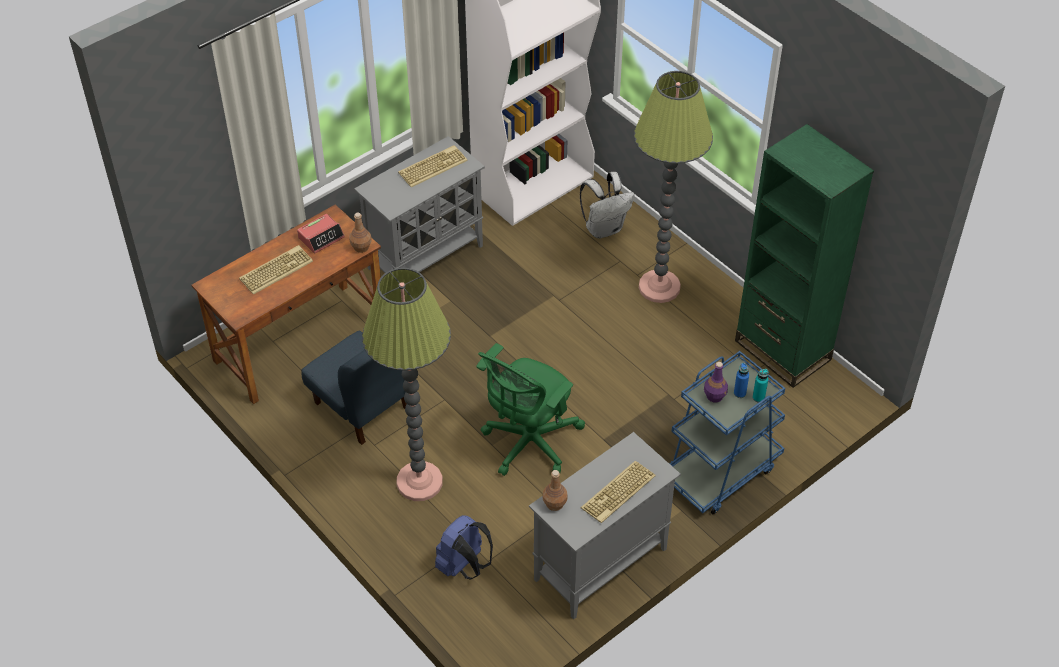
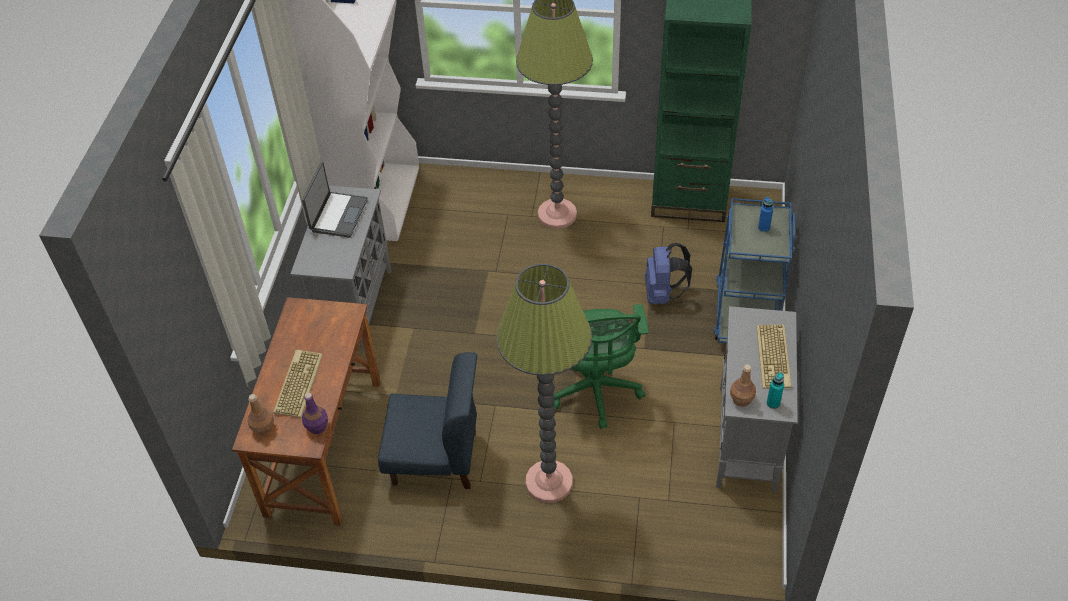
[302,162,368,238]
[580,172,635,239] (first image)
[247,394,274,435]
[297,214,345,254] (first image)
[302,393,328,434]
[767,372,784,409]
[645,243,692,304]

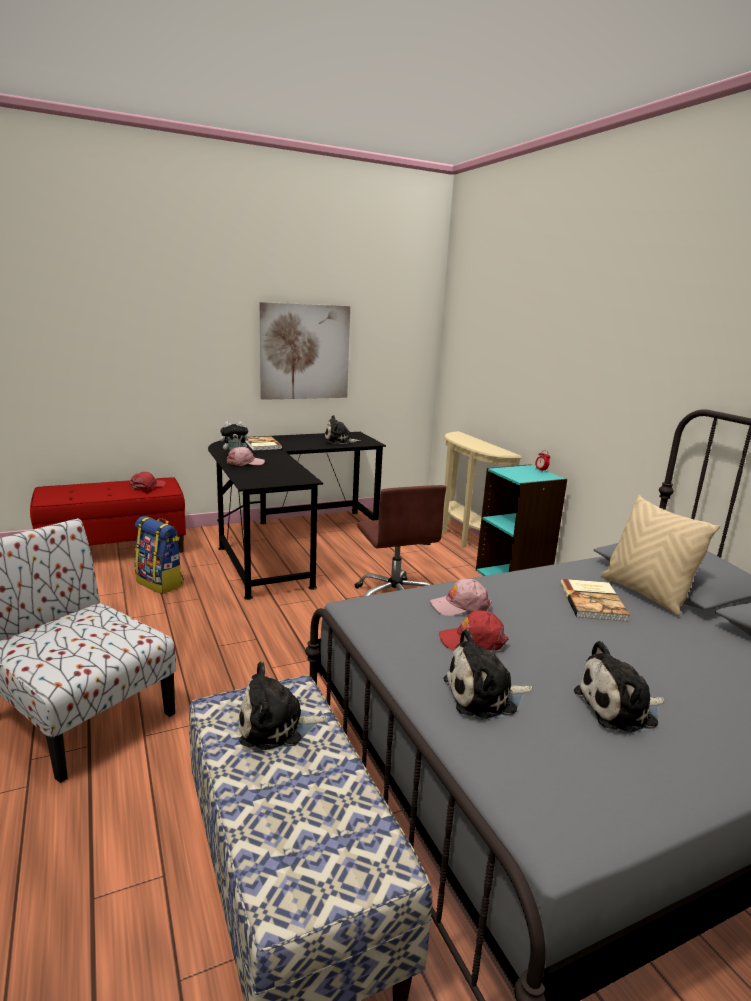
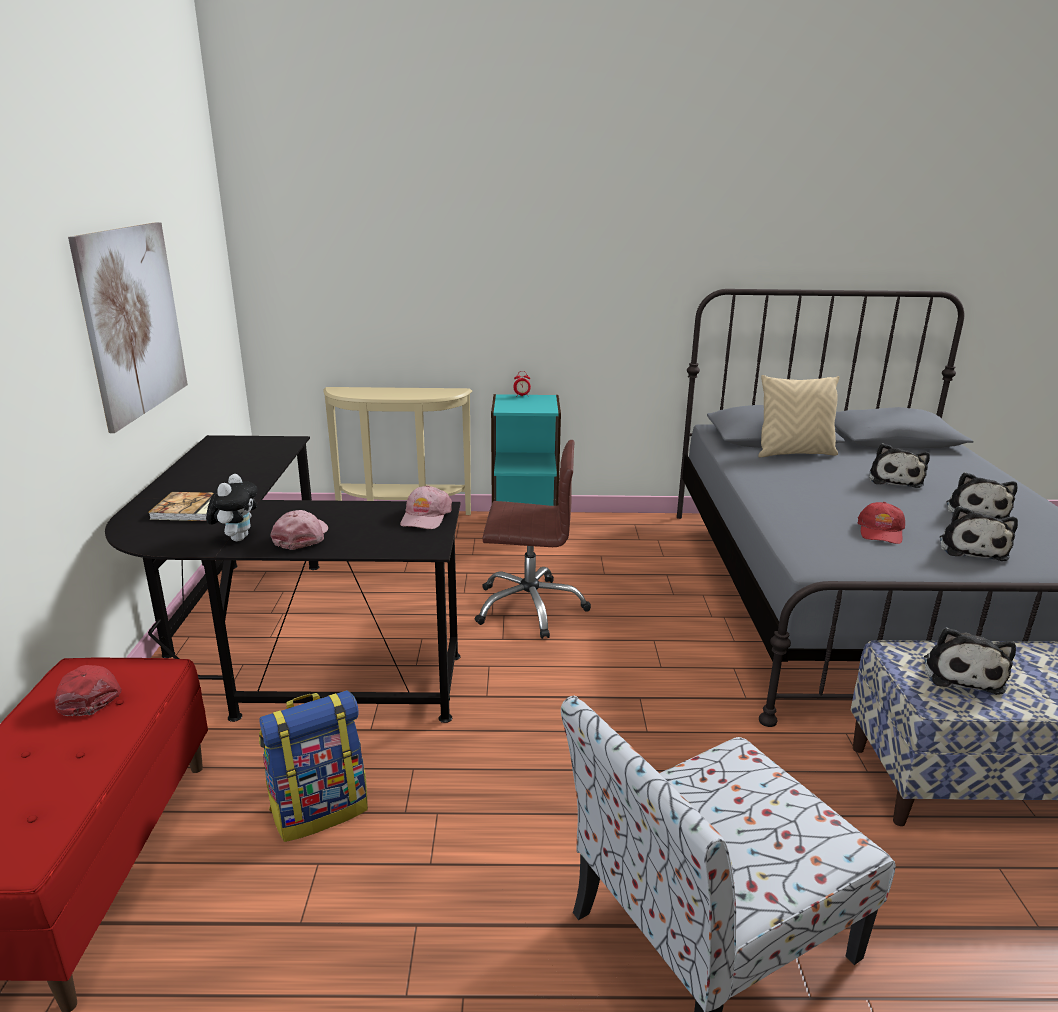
[869,443,930,488]
[400,485,452,529]
[560,579,630,622] (first image)

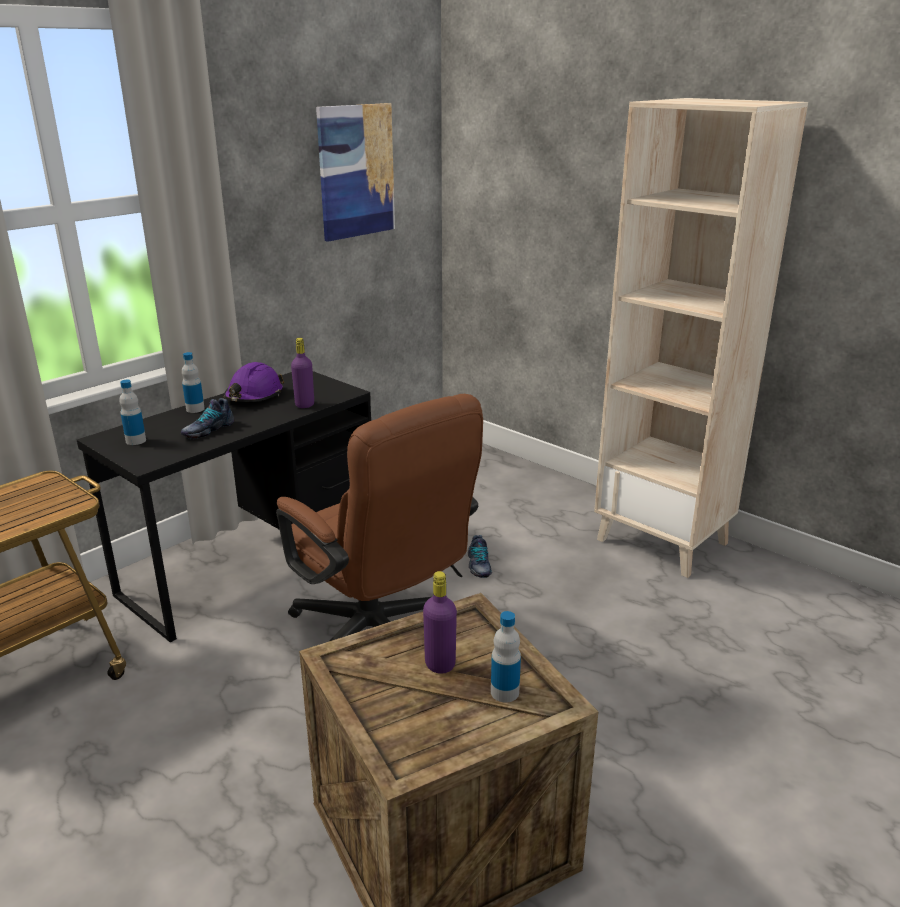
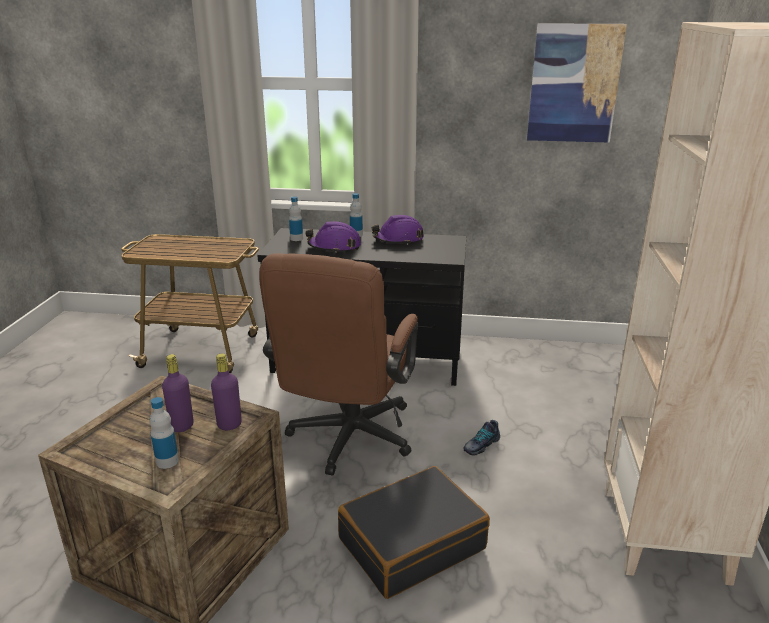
[211,353,242,430]
[305,221,361,253]
[338,466,490,599]

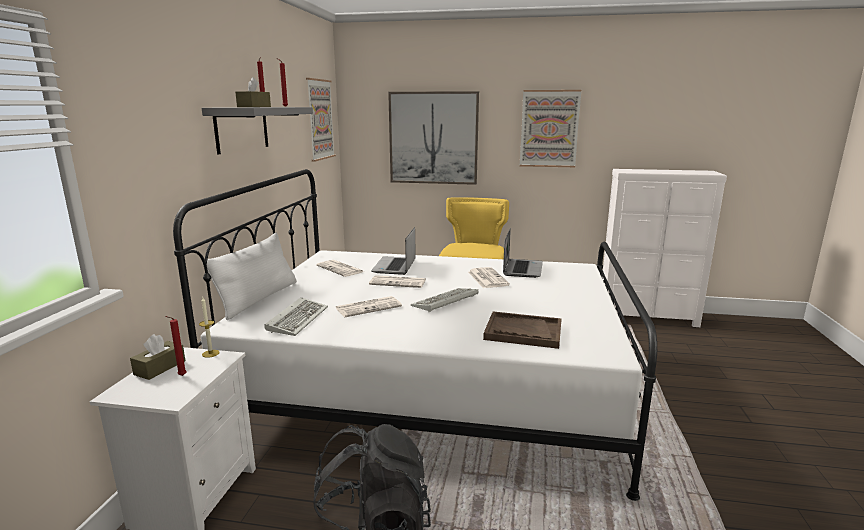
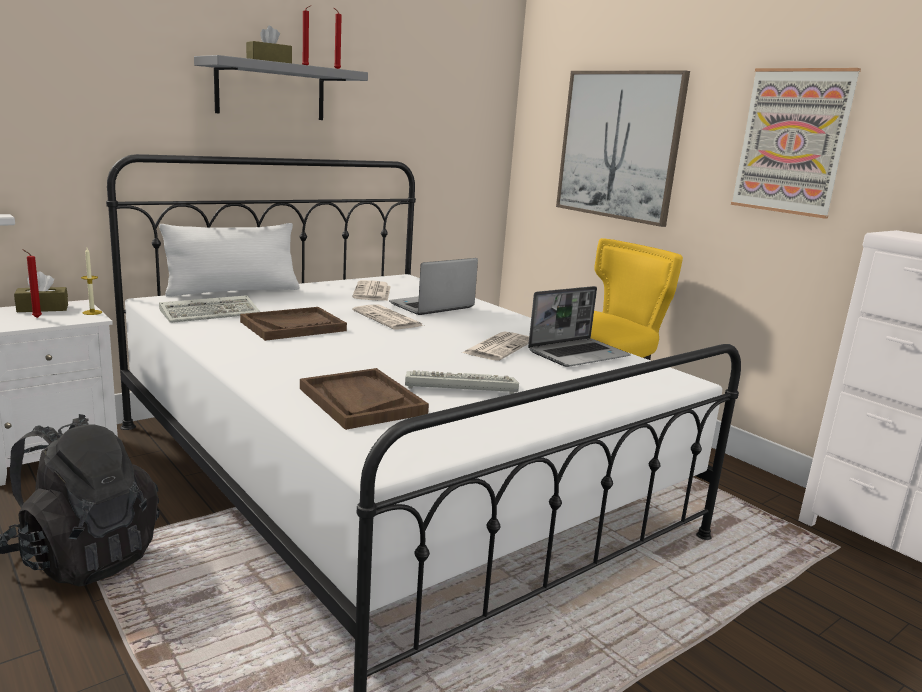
[306,78,336,162] (first image)
[405,370,519,394]
[240,307,347,341]

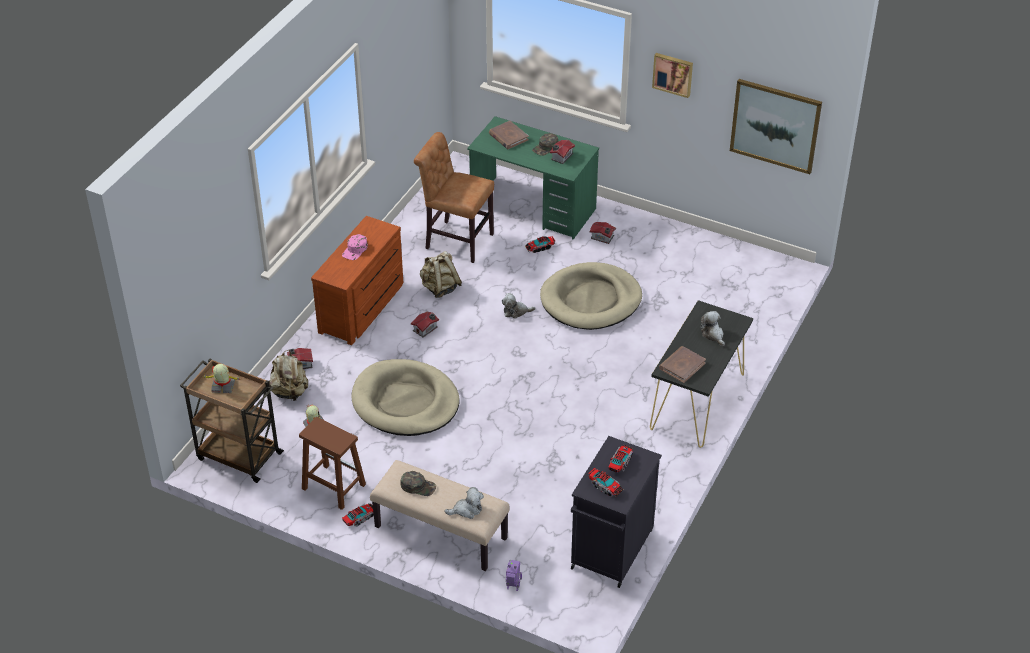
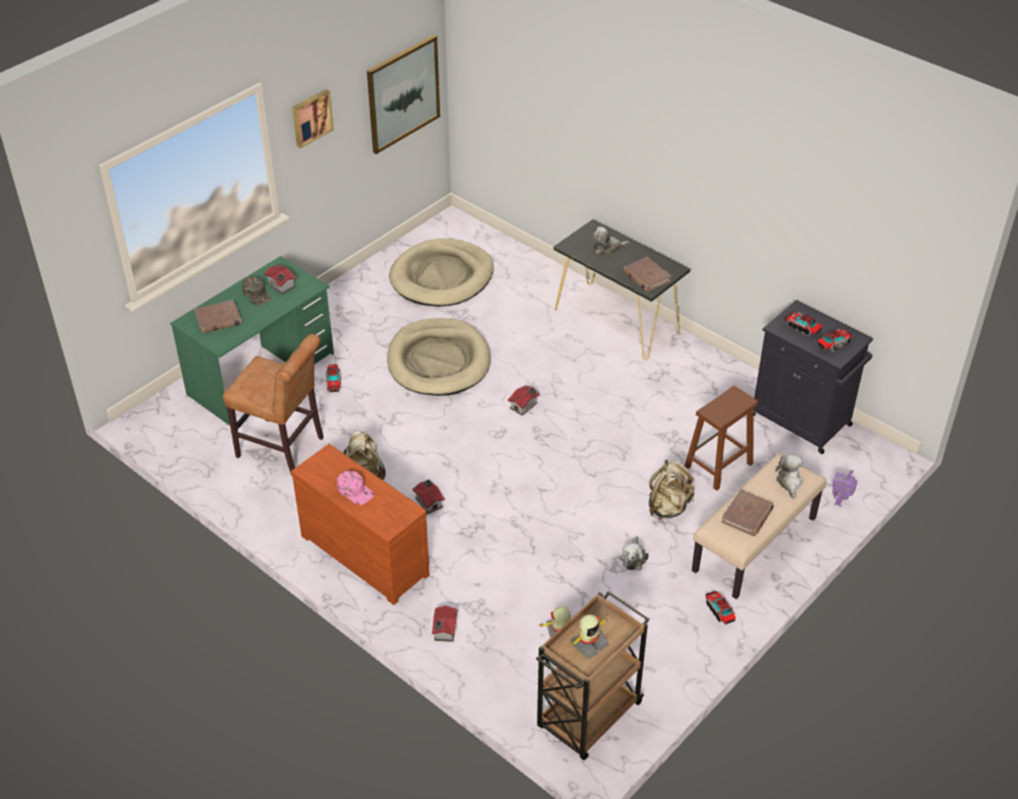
[223,334,324,473]
[508,386,540,416]
[619,536,649,571]
[649,460,695,520]
[389,238,494,306]
[568,614,609,659]
[685,386,758,491]
[721,490,774,536]

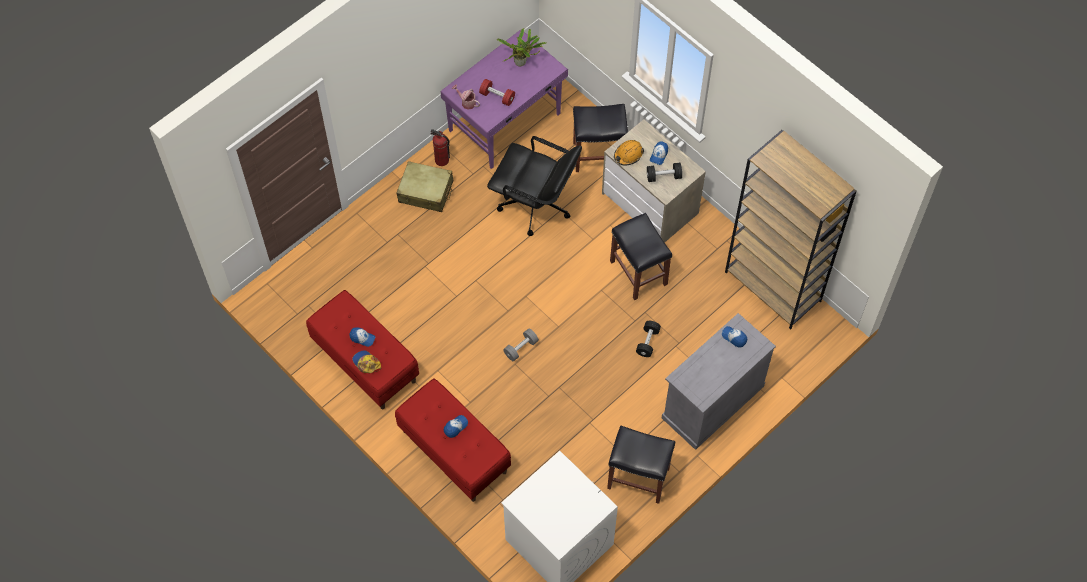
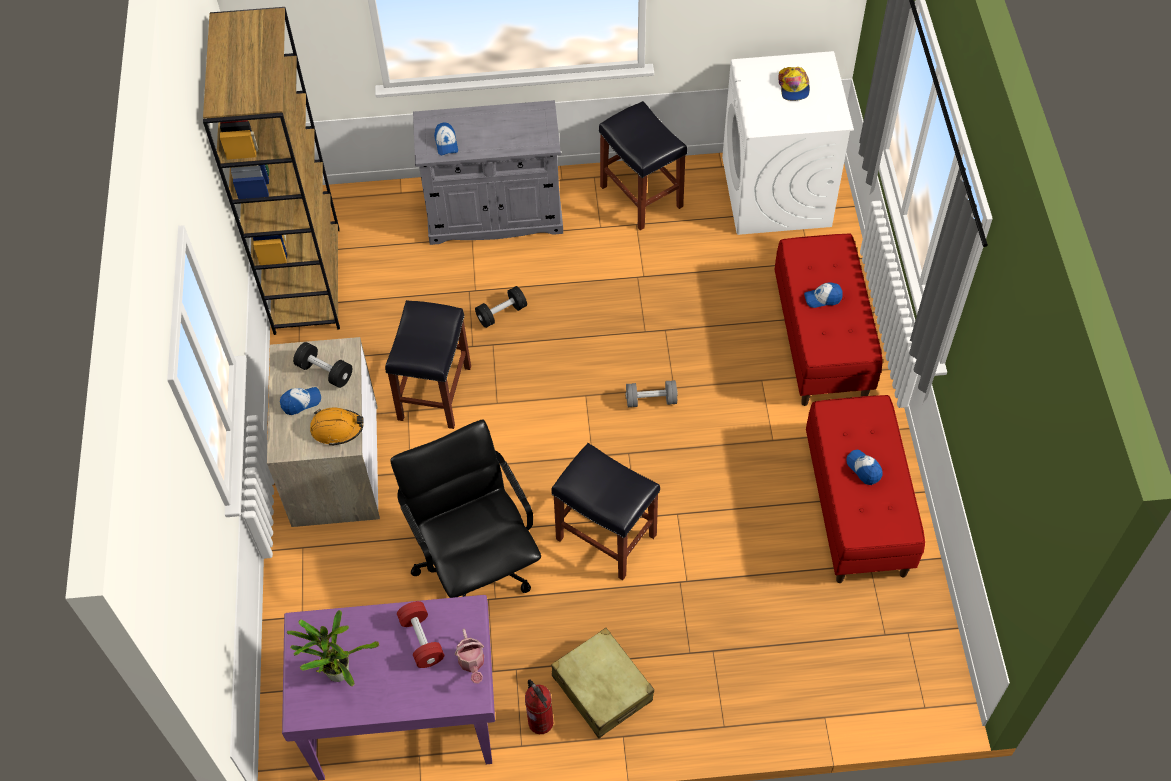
[551,443,660,580]
[778,67,810,101]

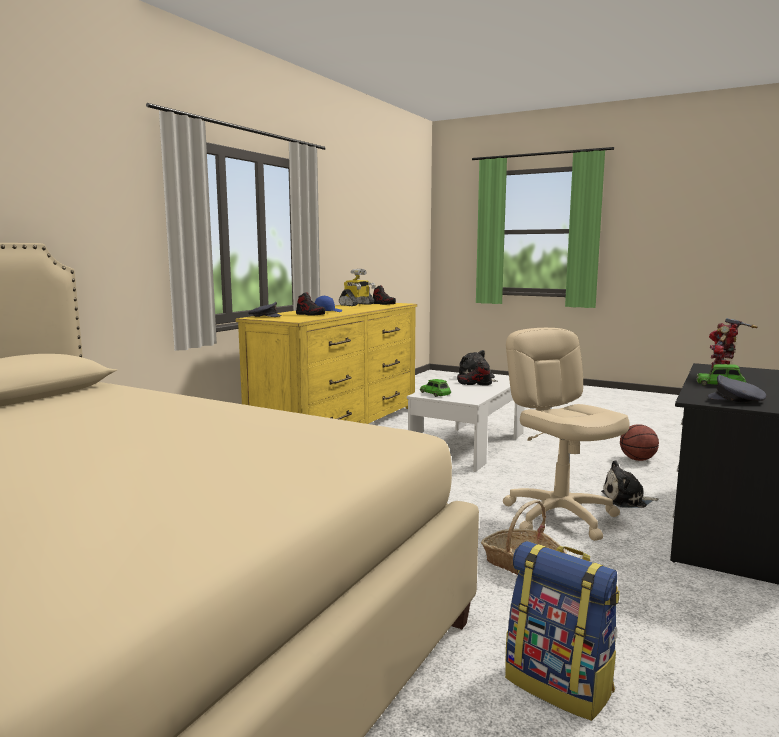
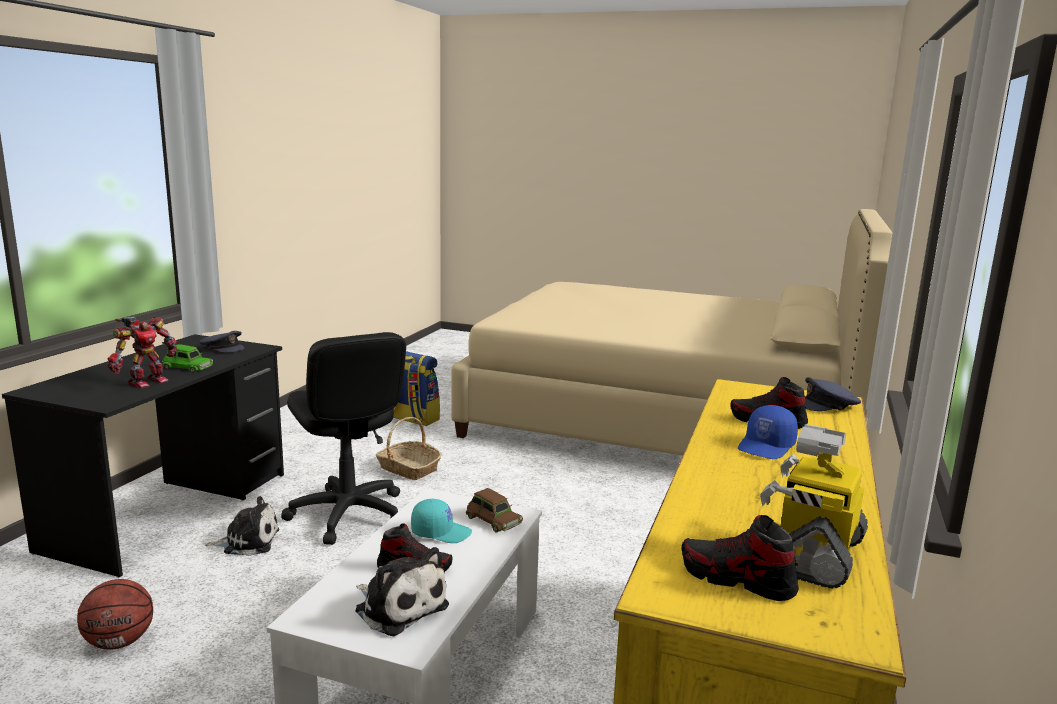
[281,332,406,545]
[466,488,523,533]
[411,499,472,543]

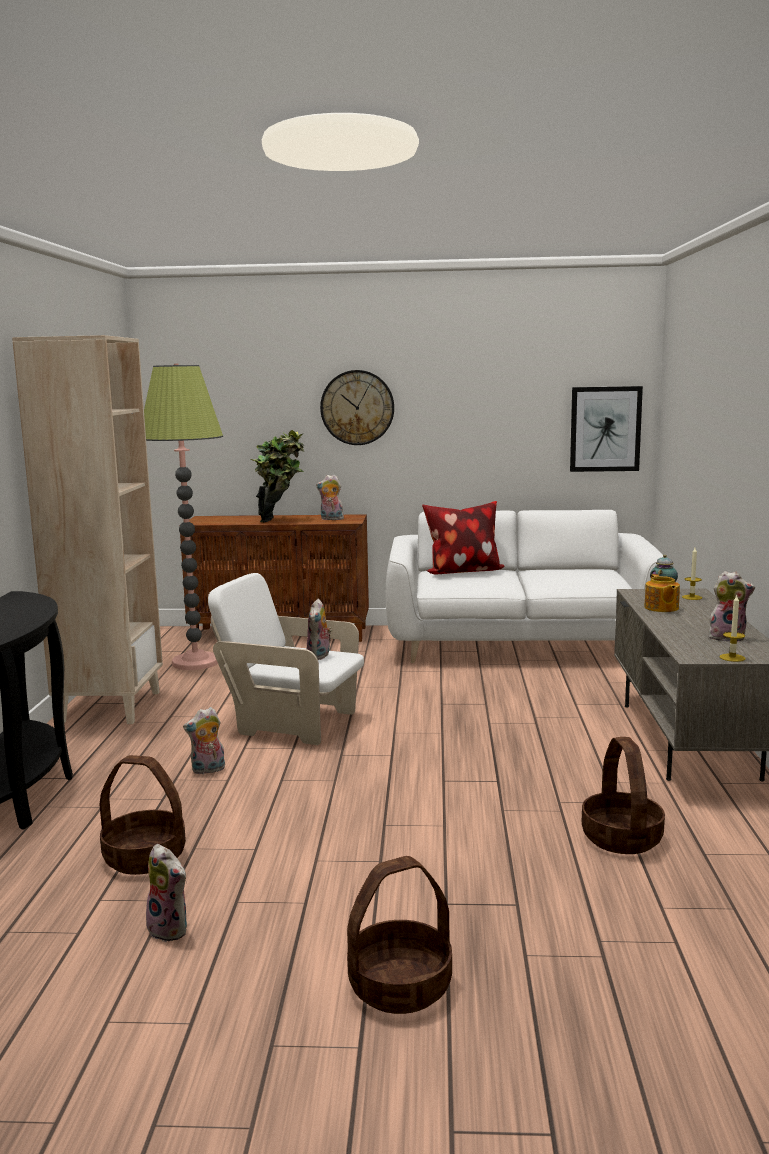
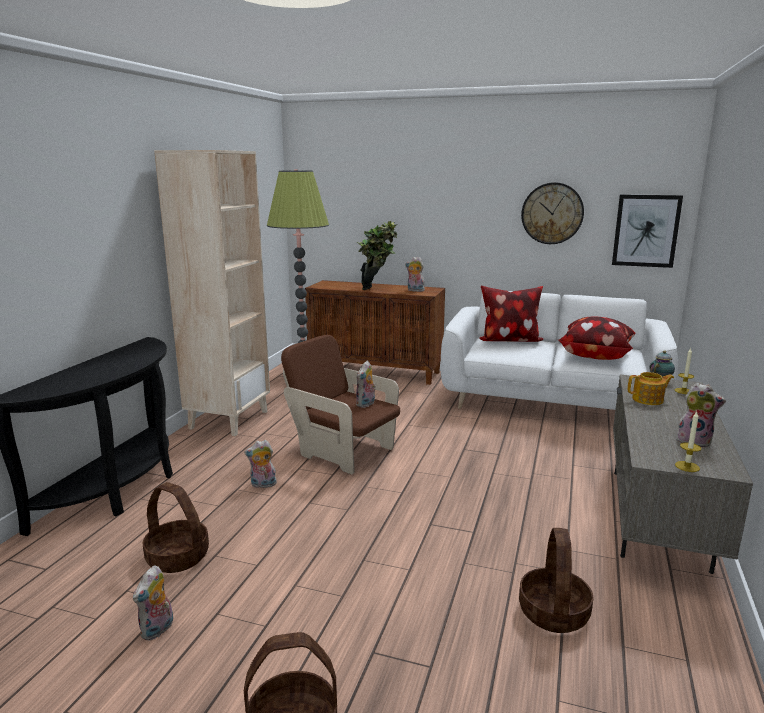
[521,182,584,244]
[281,335,400,474]
[628,372,674,405]
[133,565,173,641]
[559,317,635,360]

